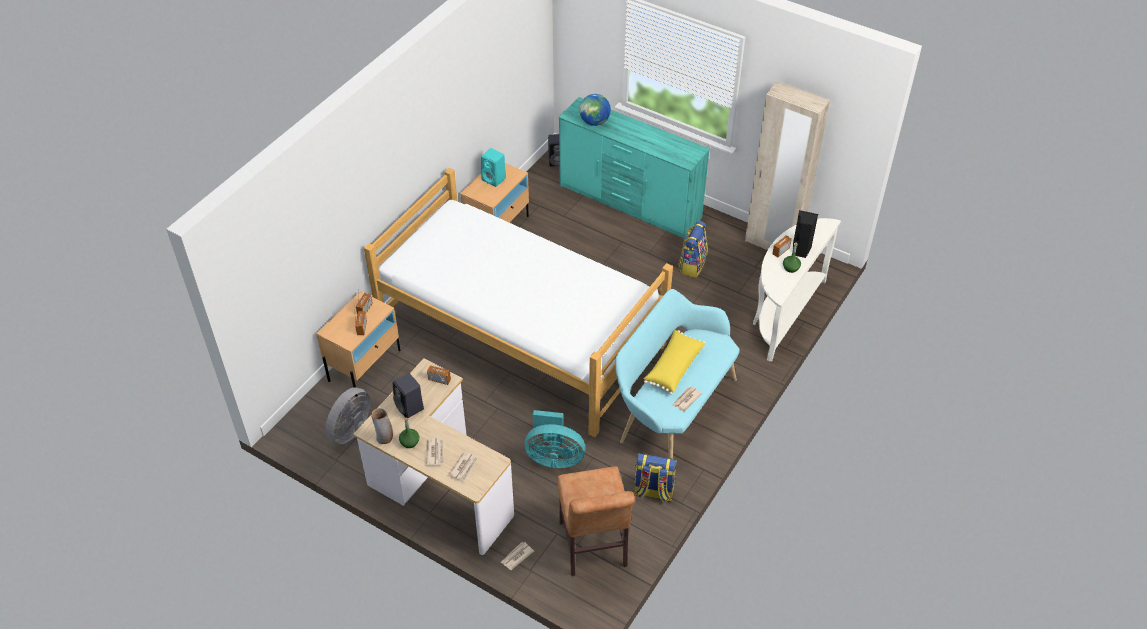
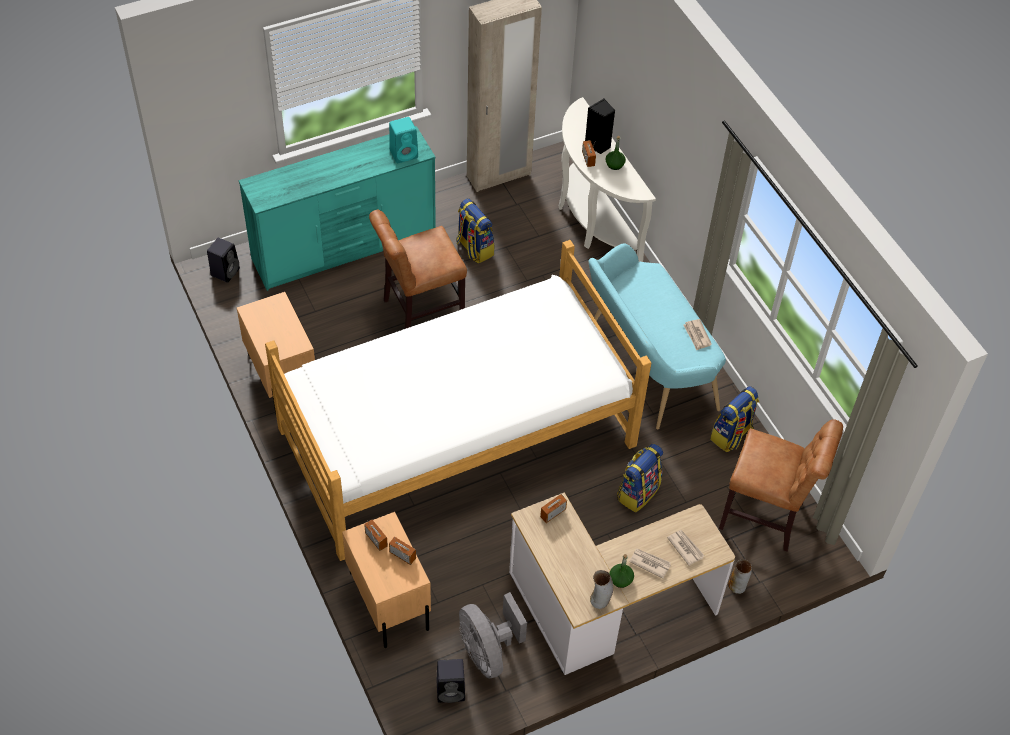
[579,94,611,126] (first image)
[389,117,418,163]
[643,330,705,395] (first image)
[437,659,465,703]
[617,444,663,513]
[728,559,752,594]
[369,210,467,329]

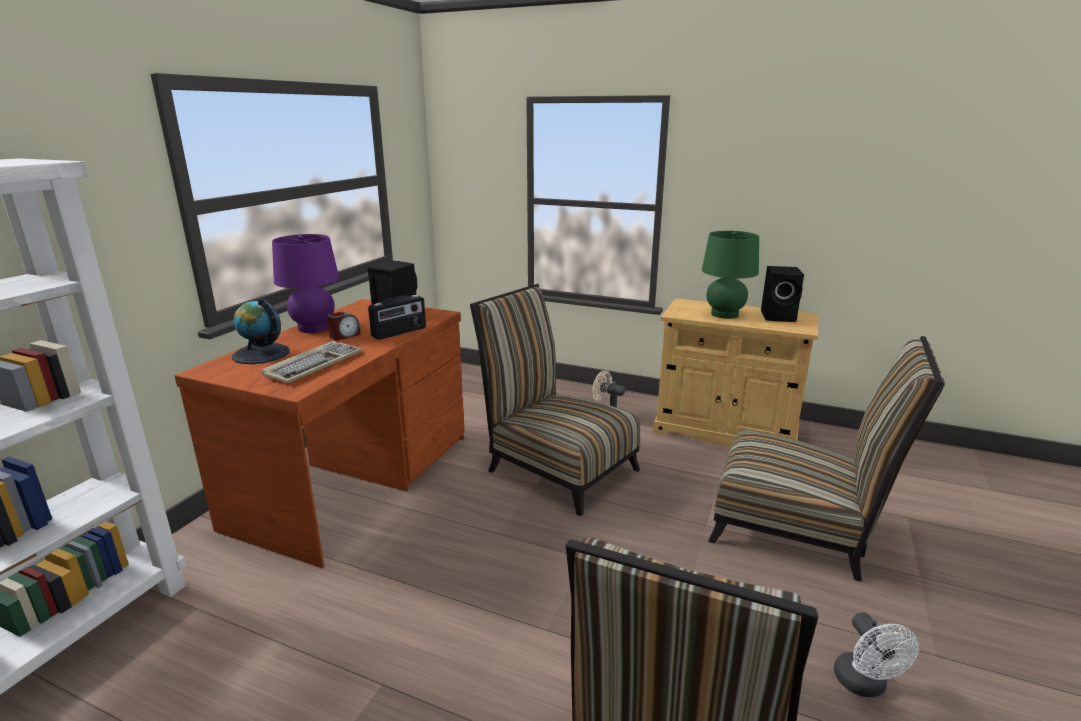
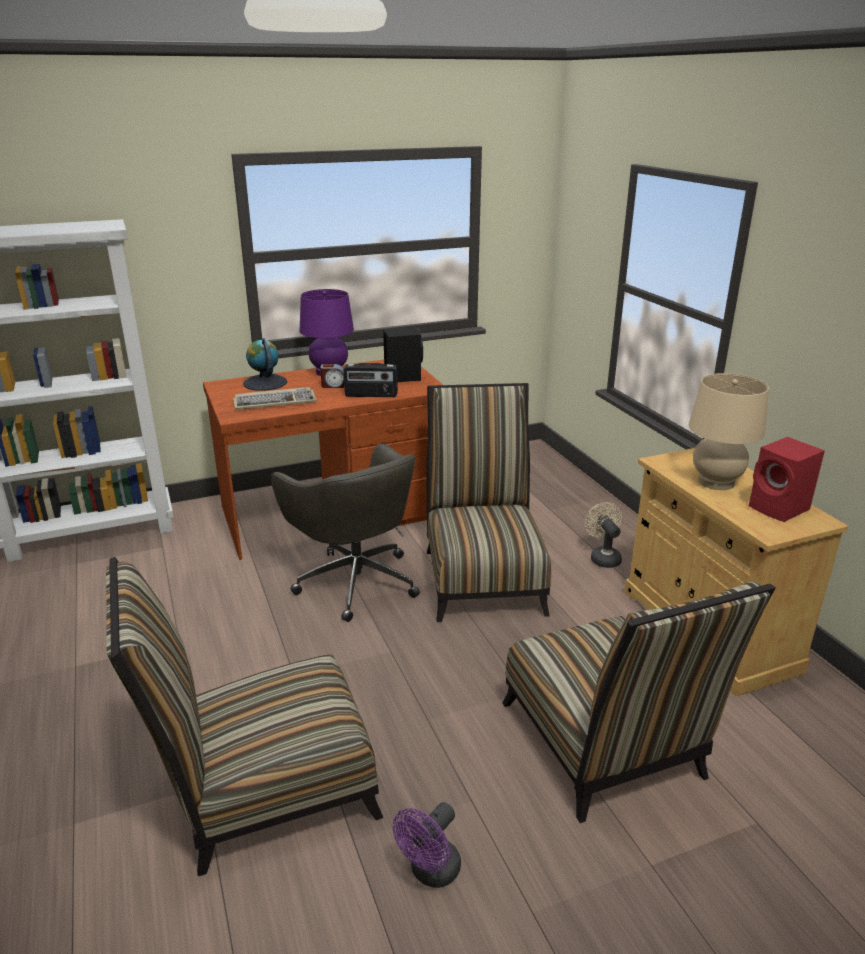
[689,373,769,490]
[749,437,825,522]
[393,802,461,888]
[271,444,420,622]

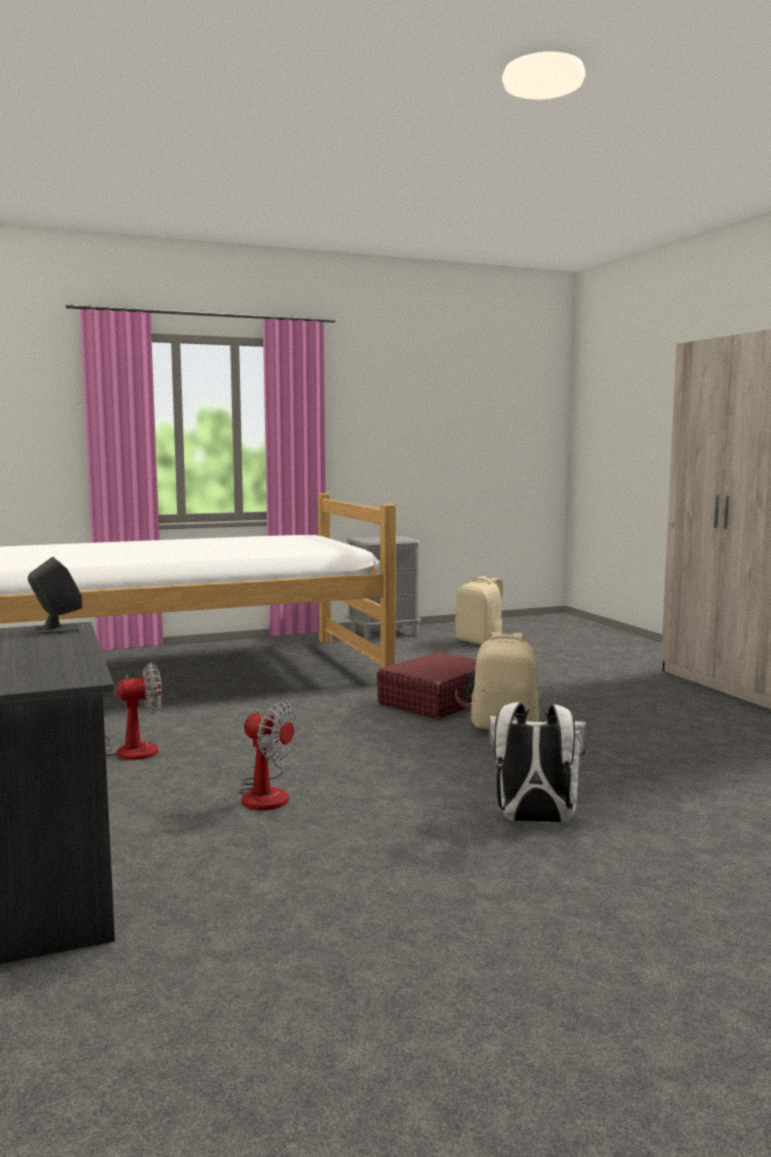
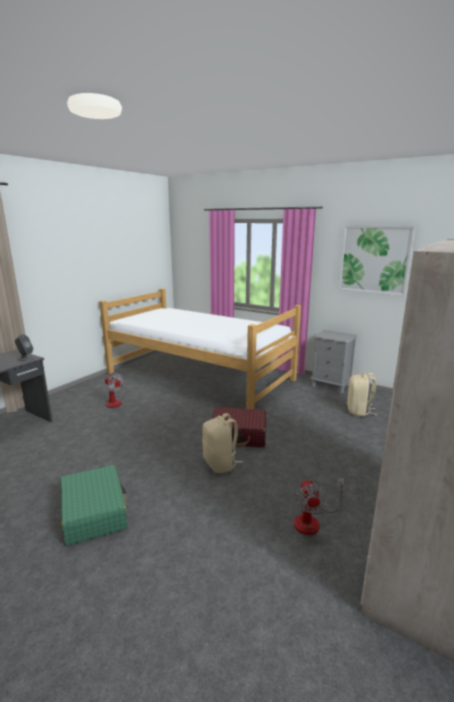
[294,478,344,535]
[60,465,128,546]
[338,225,415,296]

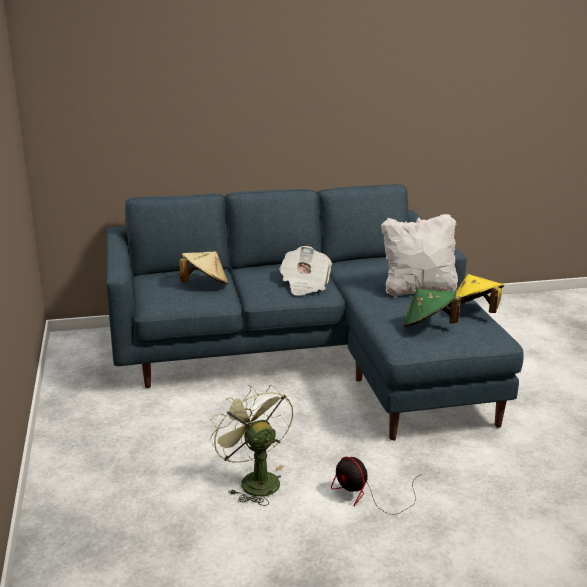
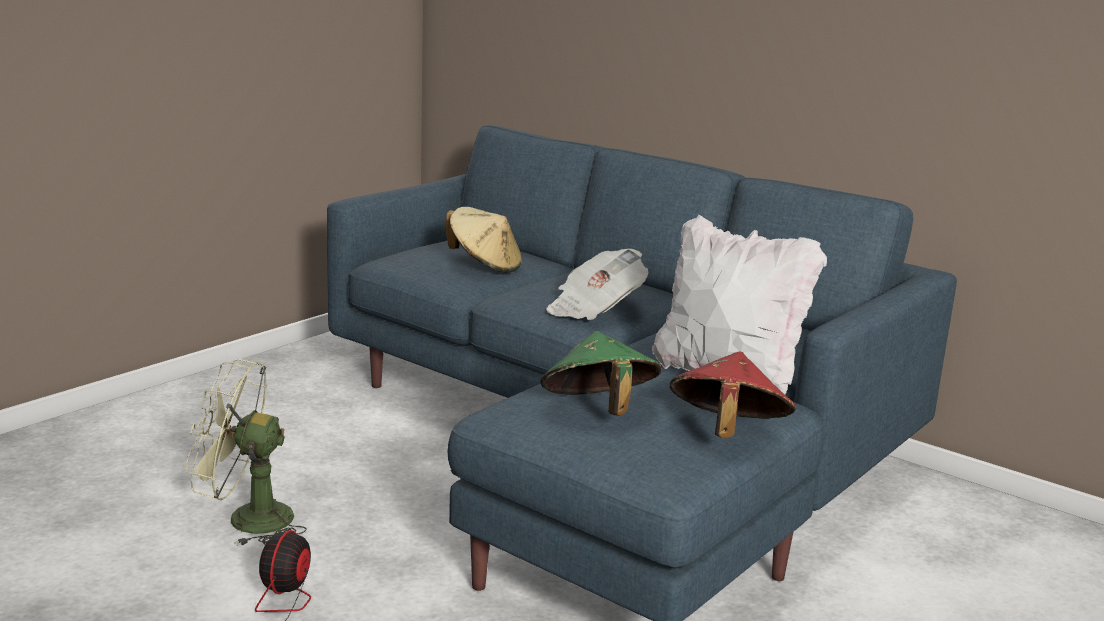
[670,351,796,439]
[186,359,307,546]

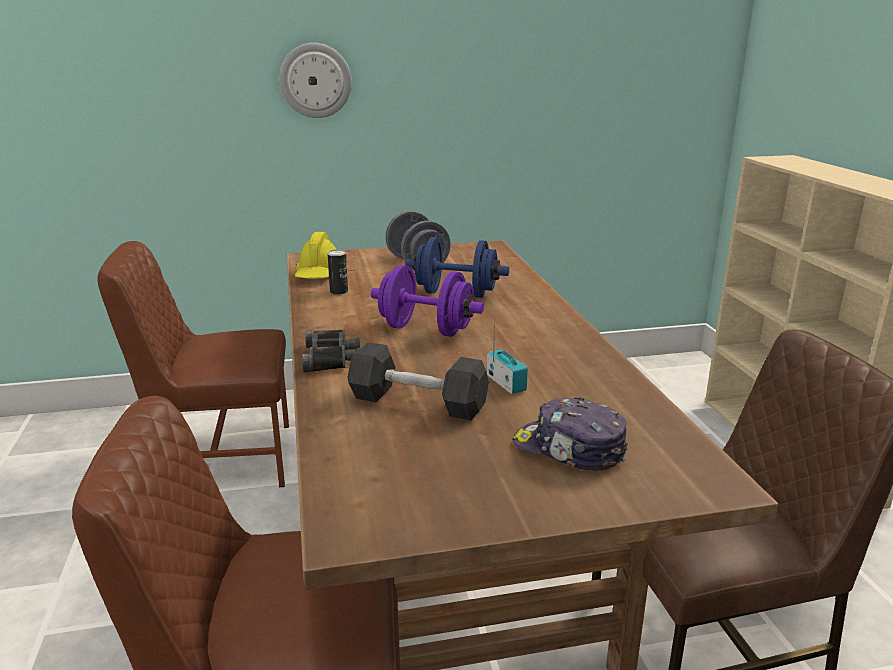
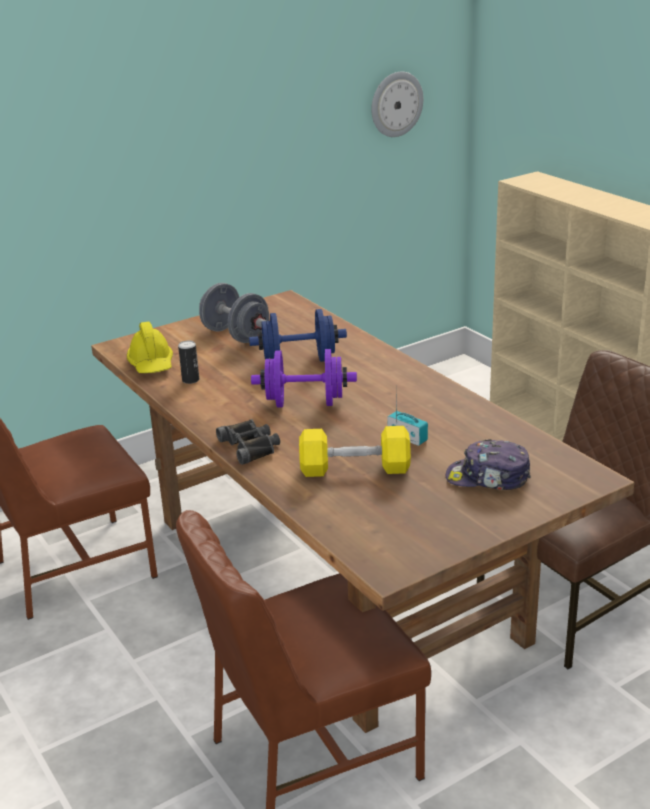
[371,71,423,137]
[299,426,411,477]

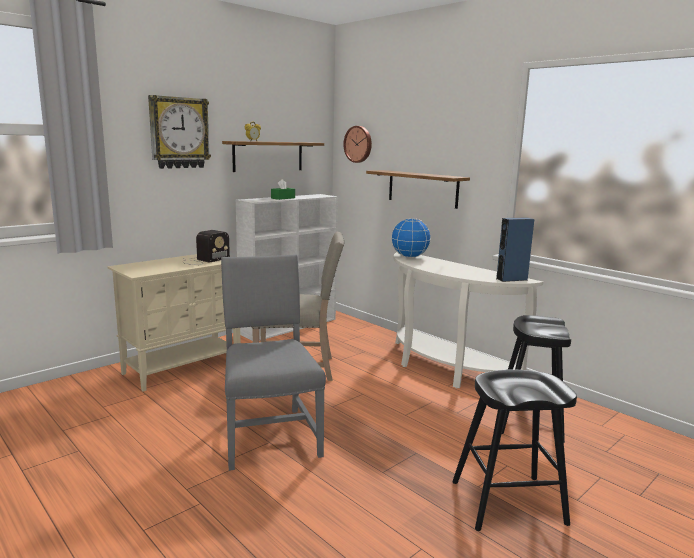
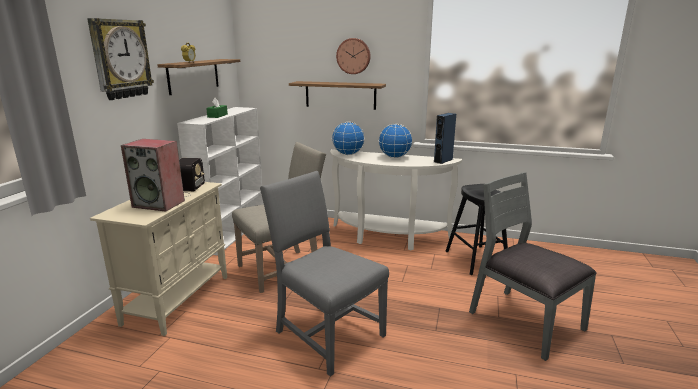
[336,38,371,74]
[469,172,597,361]
[378,124,413,158]
[121,139,185,211]

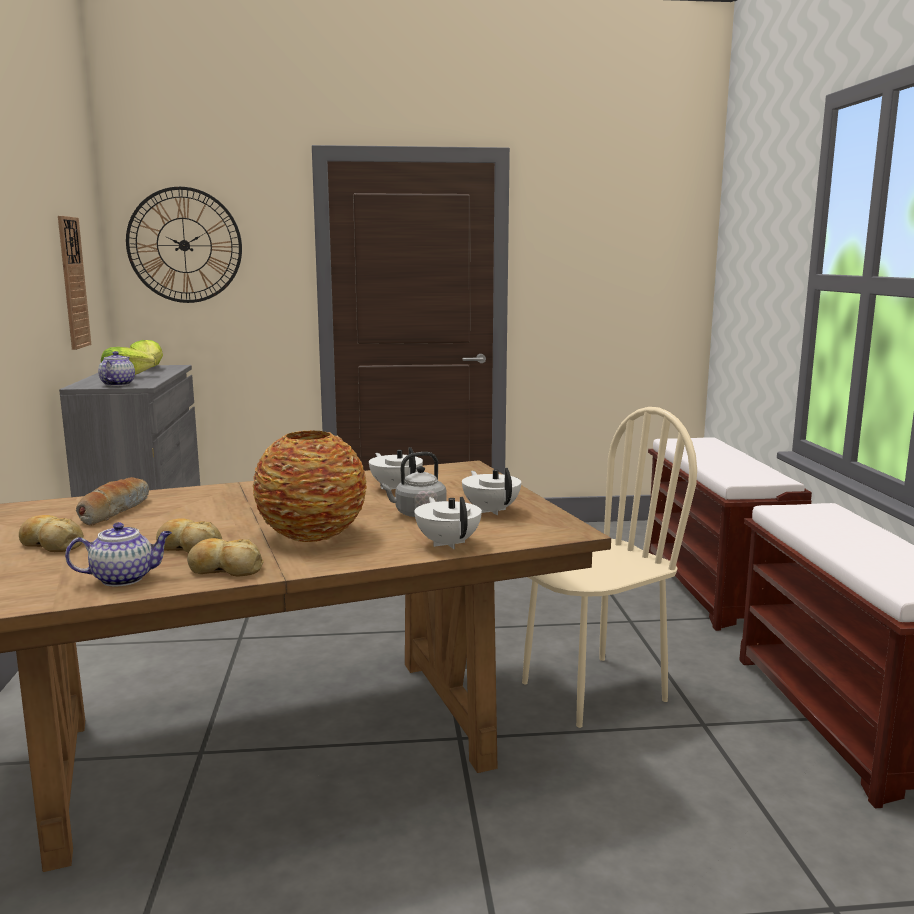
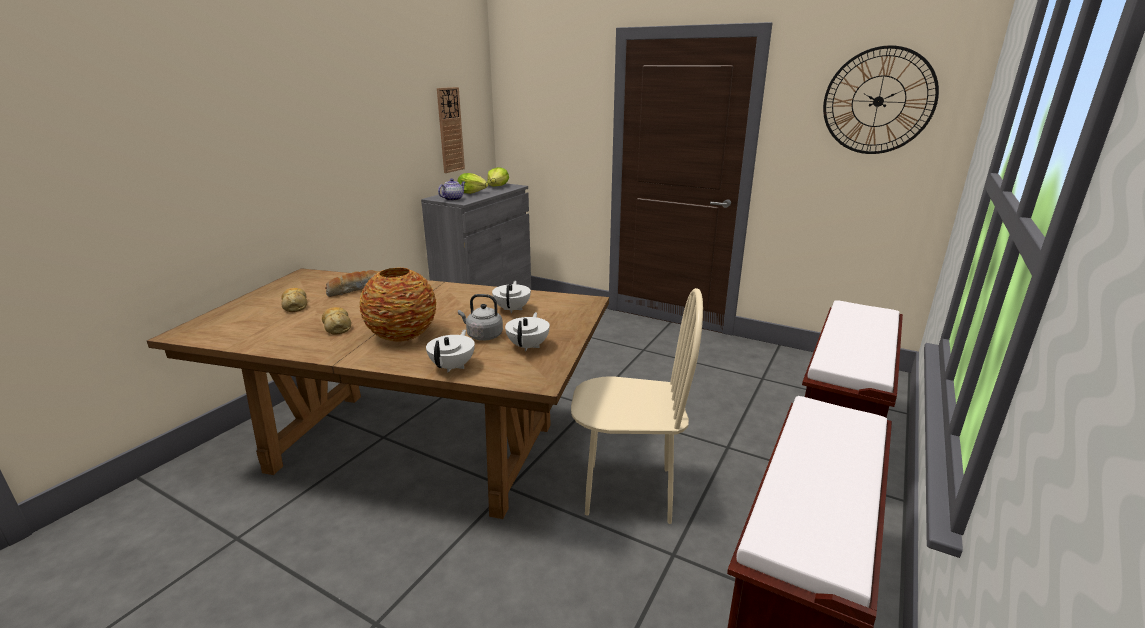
[823,45,939,154]
[65,522,172,587] (first image)
[187,538,264,577] (first image)

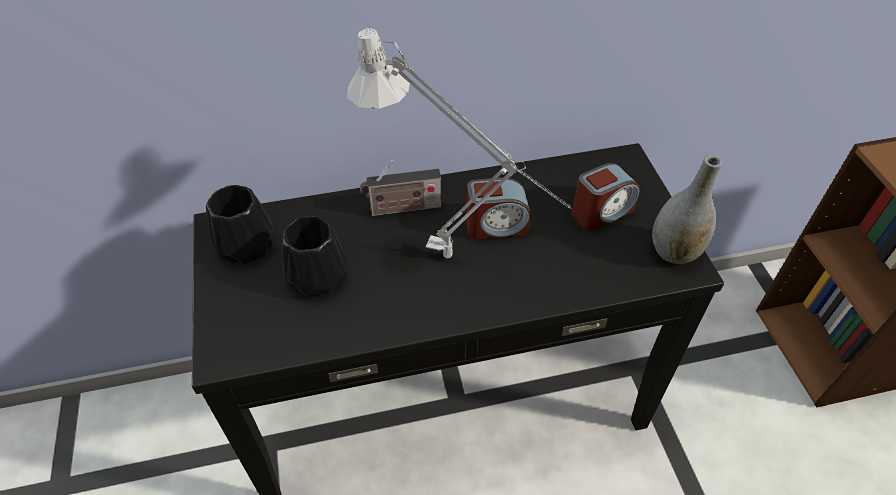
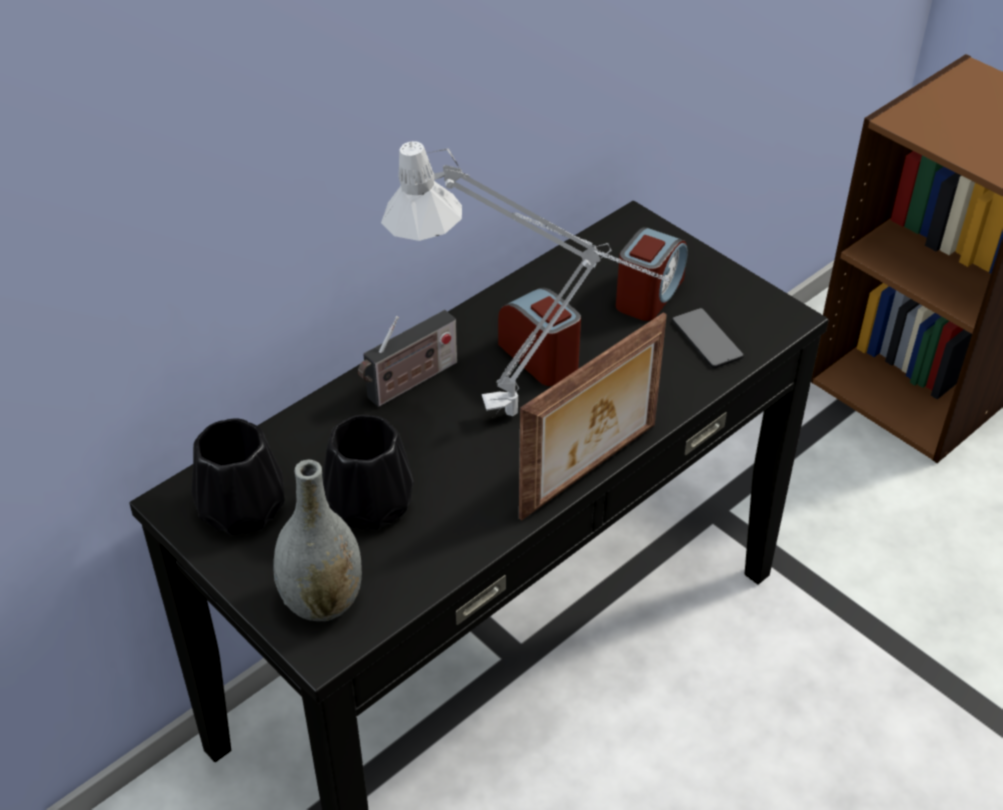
[273,460,362,621]
[498,288,581,386]
[672,308,744,368]
[519,312,667,521]

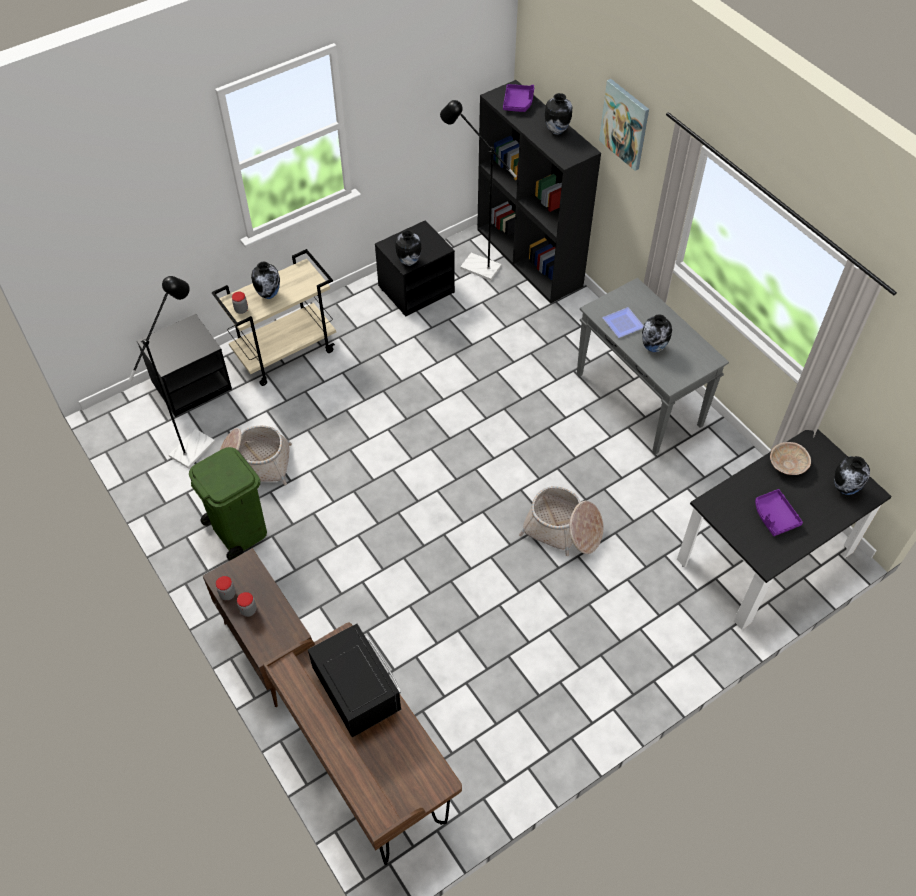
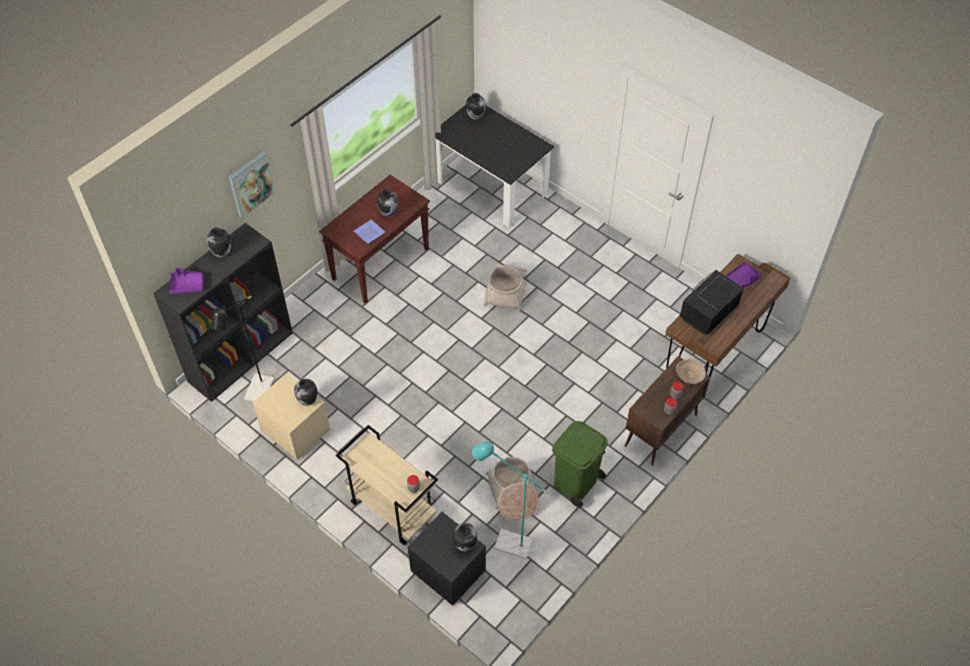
[253,373,330,460]
[452,523,477,551]
[472,441,551,559]
[319,175,430,304]
[676,359,706,384]
[725,261,762,288]

